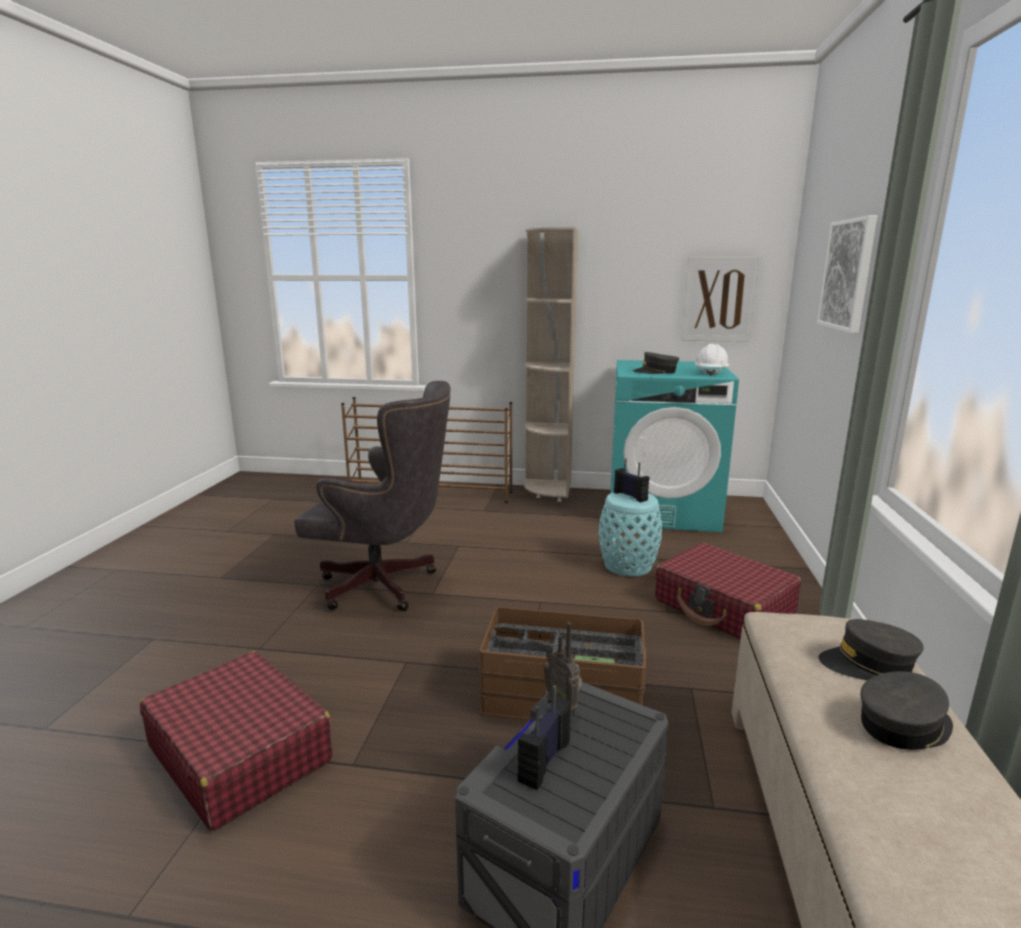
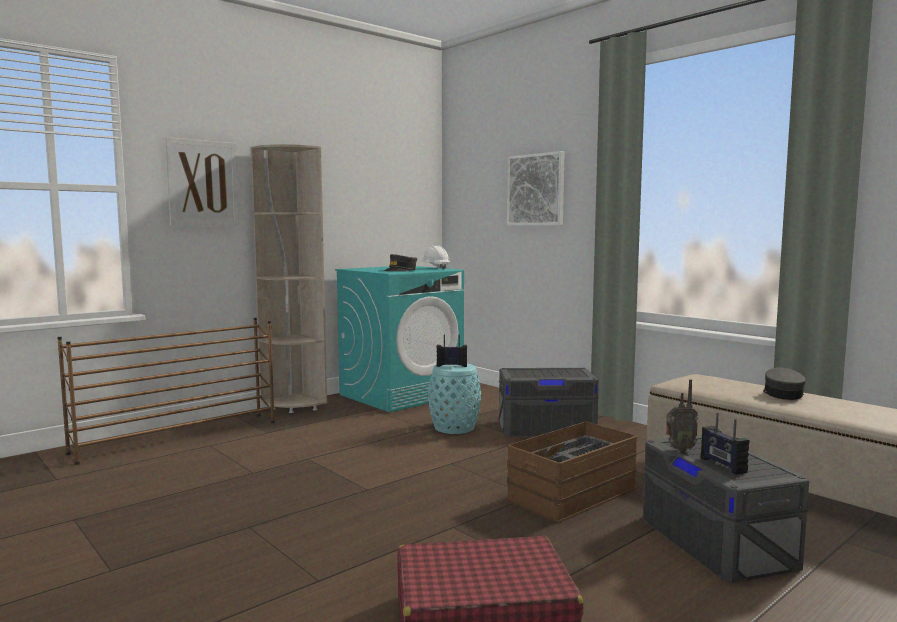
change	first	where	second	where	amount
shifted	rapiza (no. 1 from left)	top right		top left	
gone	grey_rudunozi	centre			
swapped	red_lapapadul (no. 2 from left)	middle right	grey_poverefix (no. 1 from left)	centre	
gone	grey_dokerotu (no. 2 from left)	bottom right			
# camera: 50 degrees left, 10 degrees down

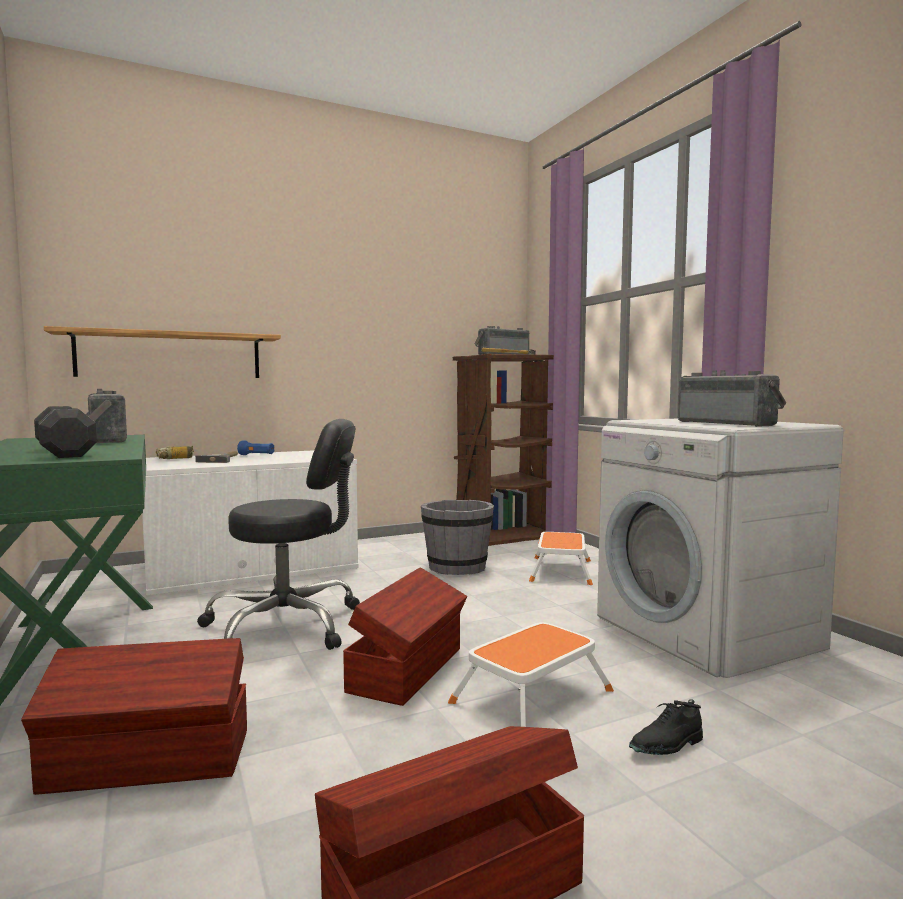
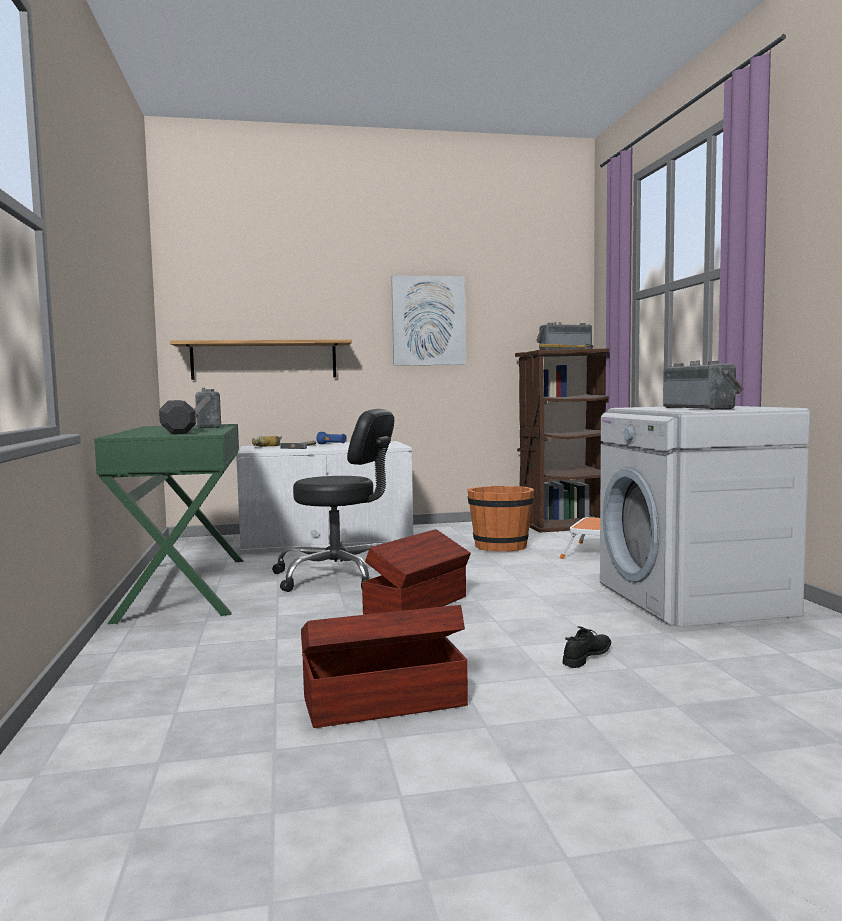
change	first	where	second	where	amount
repainted	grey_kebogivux	centre	orange_kebogivux	centre	
gone	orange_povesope (no. 1 from left)	bottom centre			
gone	brown_poverefix (no. 1 from left)	bottom left			
rotated	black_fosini	bottom right		bottom right	150 degrees clockwise
new			rapiza	centre	
# camera: 15 degrees right, 0 degrees up

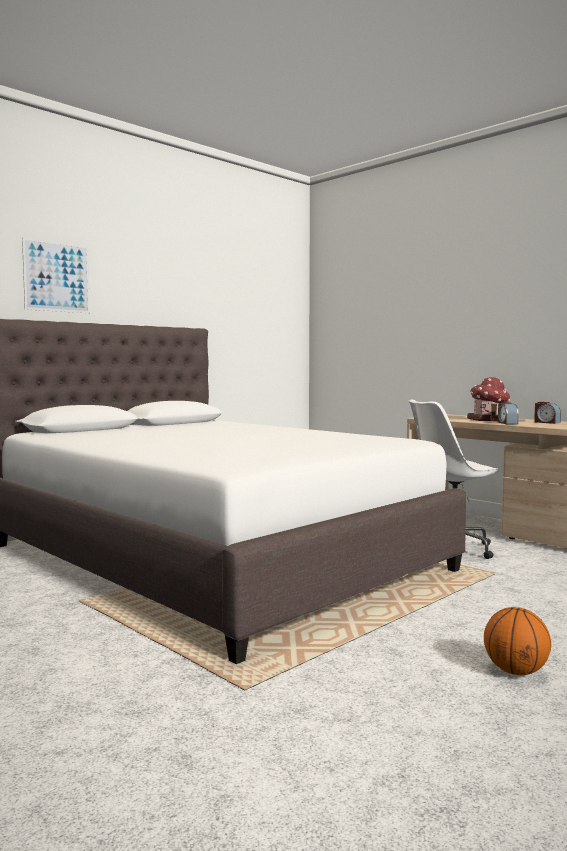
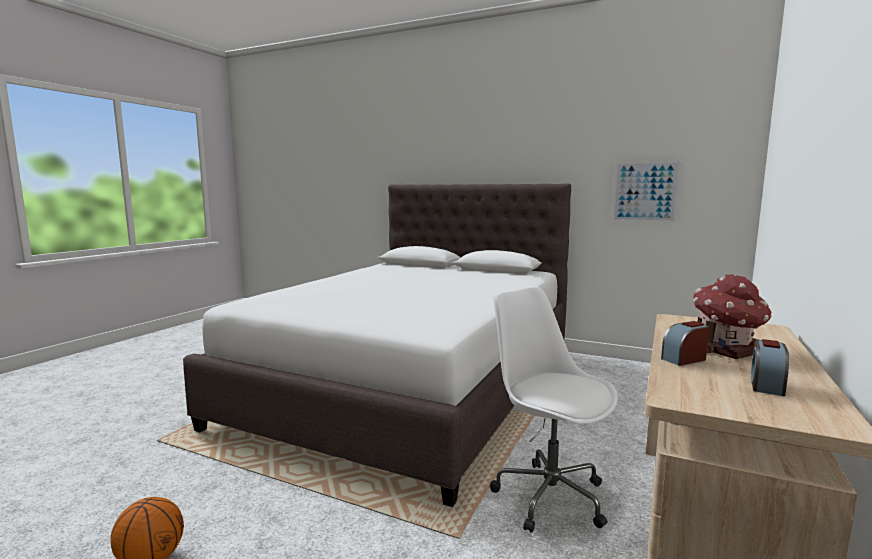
change	first	where	second	where	amount
shifted	rapiza	top left		middle right	
# camera: 70 degrees right, 5 degrees up

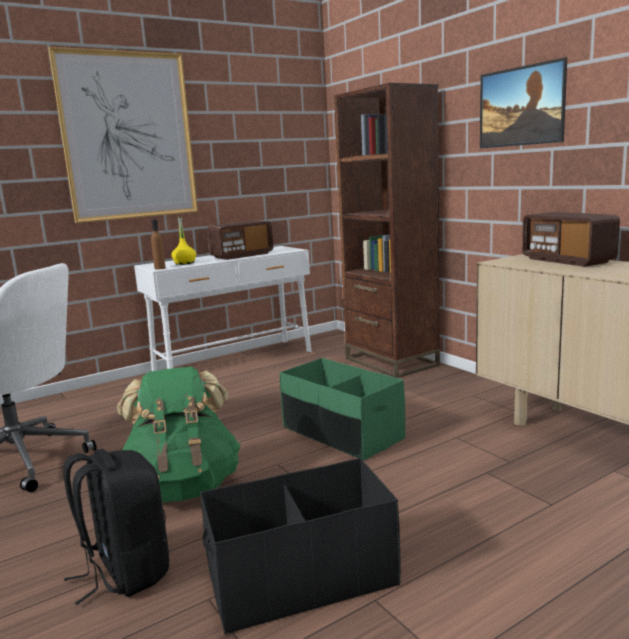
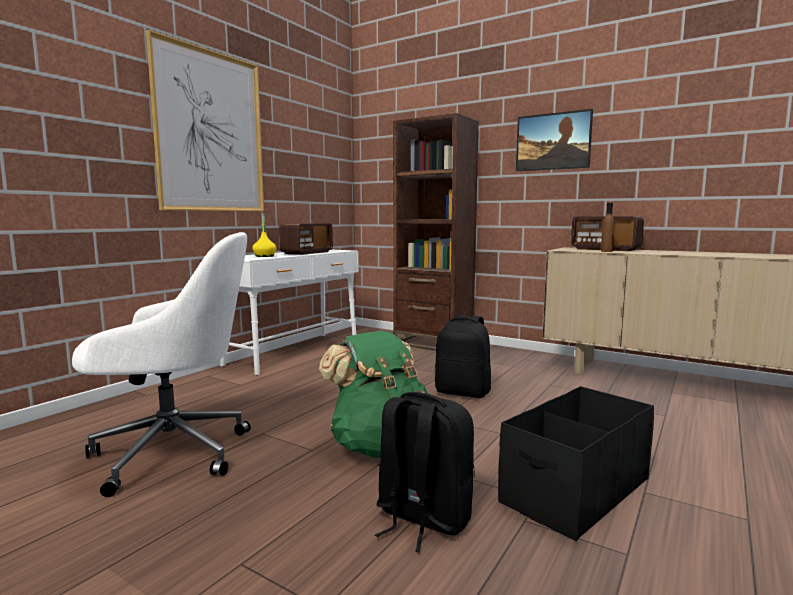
change	first	where	second	where	amount
shifted	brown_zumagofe	middle left		middle right	
swapped	green_poverefix	centre	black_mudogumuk (no. 2 from left)	centre	
# camera: 25 degrees left, 5 degrees down

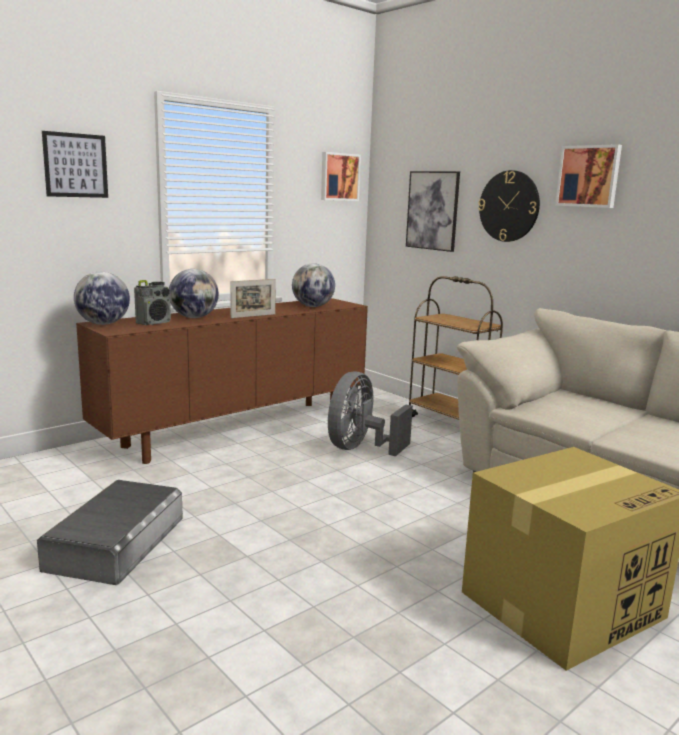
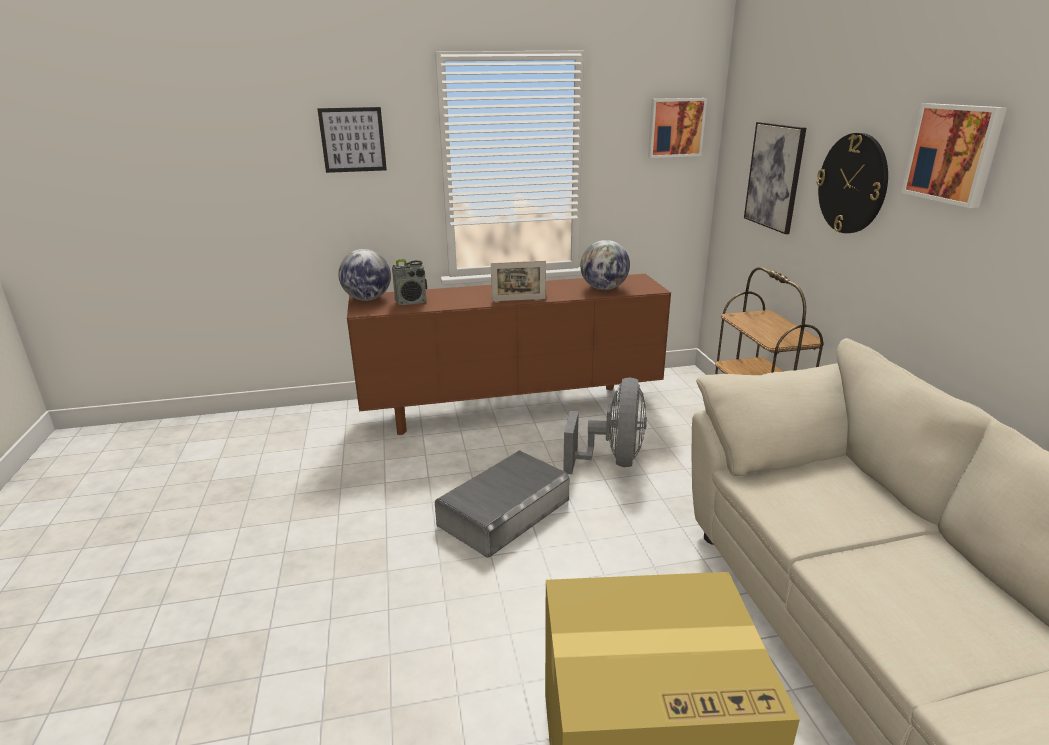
change	first	where	second	where	amount
gone	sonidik (no. 2 from left)	middle left			
rotated	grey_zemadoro	centre		centre	135 degrees clockwise
shifted	grey_poverefix	bottom left		bottom centre	
# camera: 30 degrees right, 10 degrees up

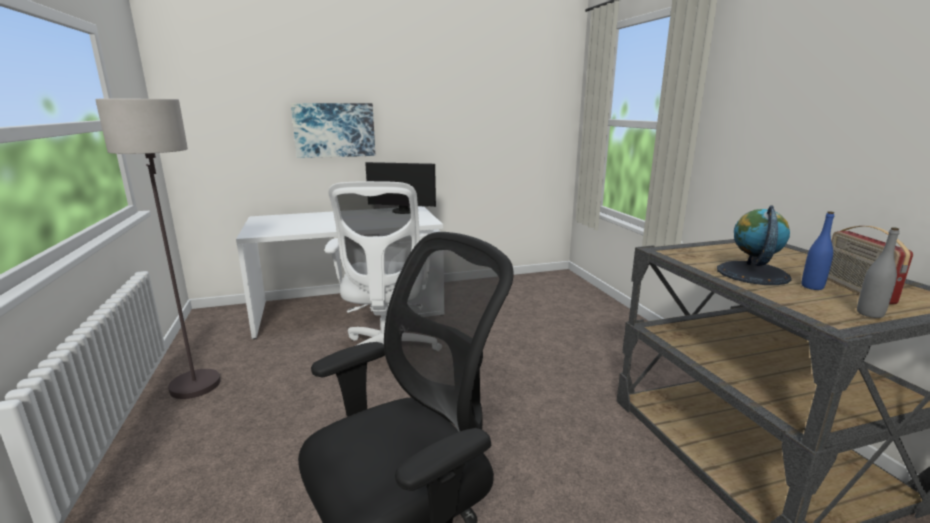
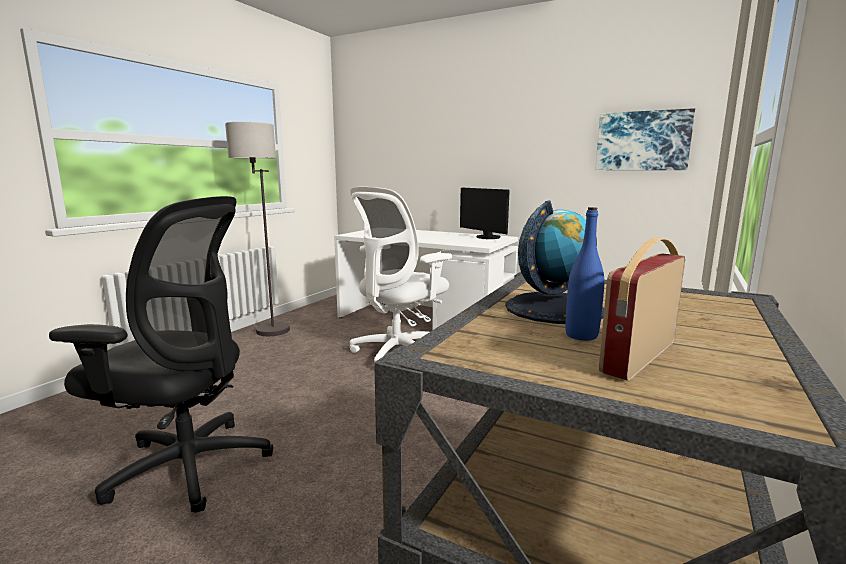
change	first	where	second	where	amount
shifted	rapiza	top centre		top right	
gone	grey_zumagofe	middle right			
# camera: 45 degrees right, 5 degrees down

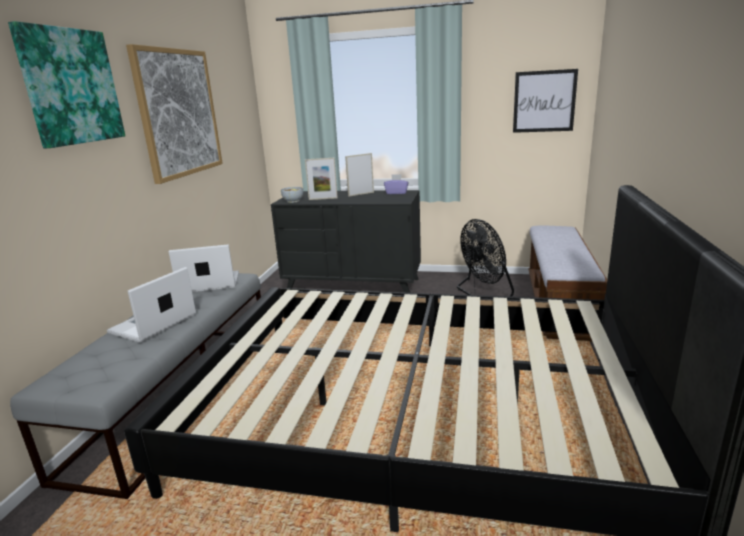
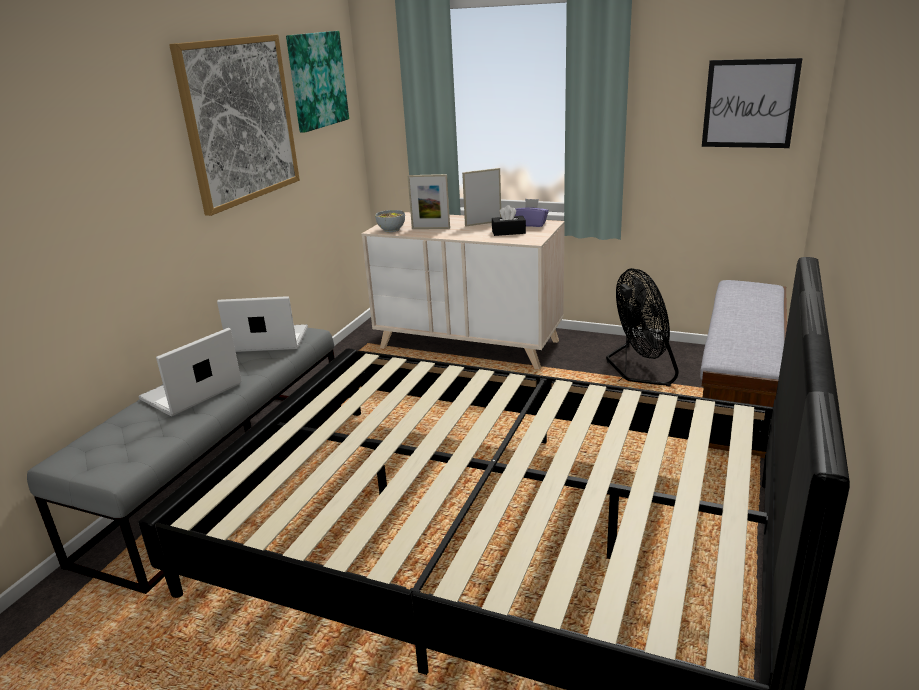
change	first	where	second	where	amount
shifted	rapiza (no. 1 from left in the first image)	top left	rapiza (no. 2 from left)	top centre	
repainted	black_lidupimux	centre	beige_lidupimux	centre	
new			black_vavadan	top centre	
# camera: 10 degrees right, 5 degrees up

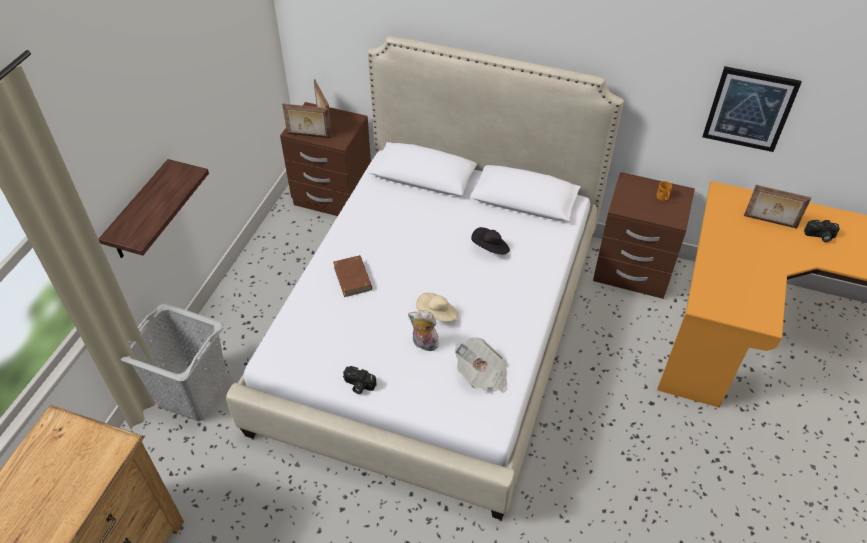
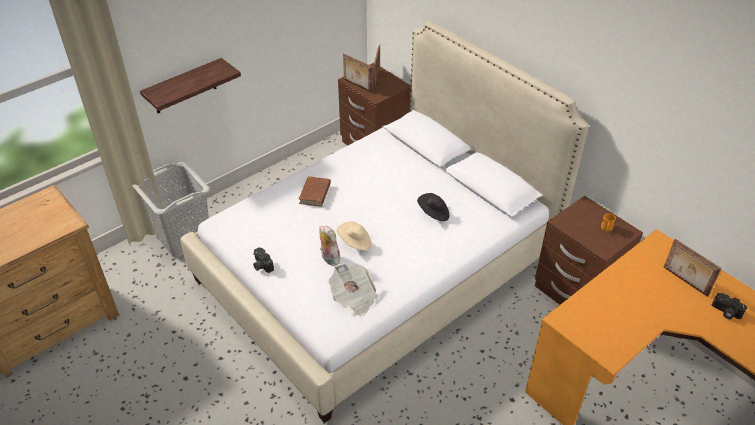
change	first	where	second	where	amount
gone	rapiza	top right			
# camera: 30 degrees right, 5 degrees down

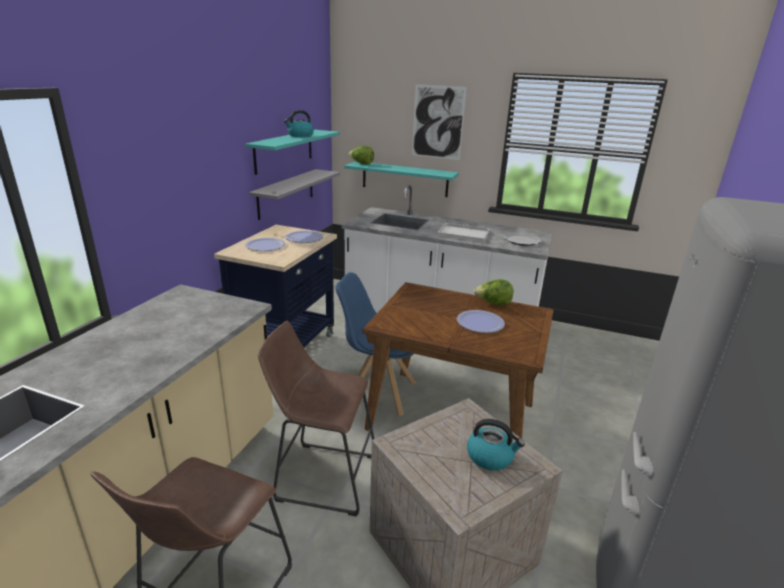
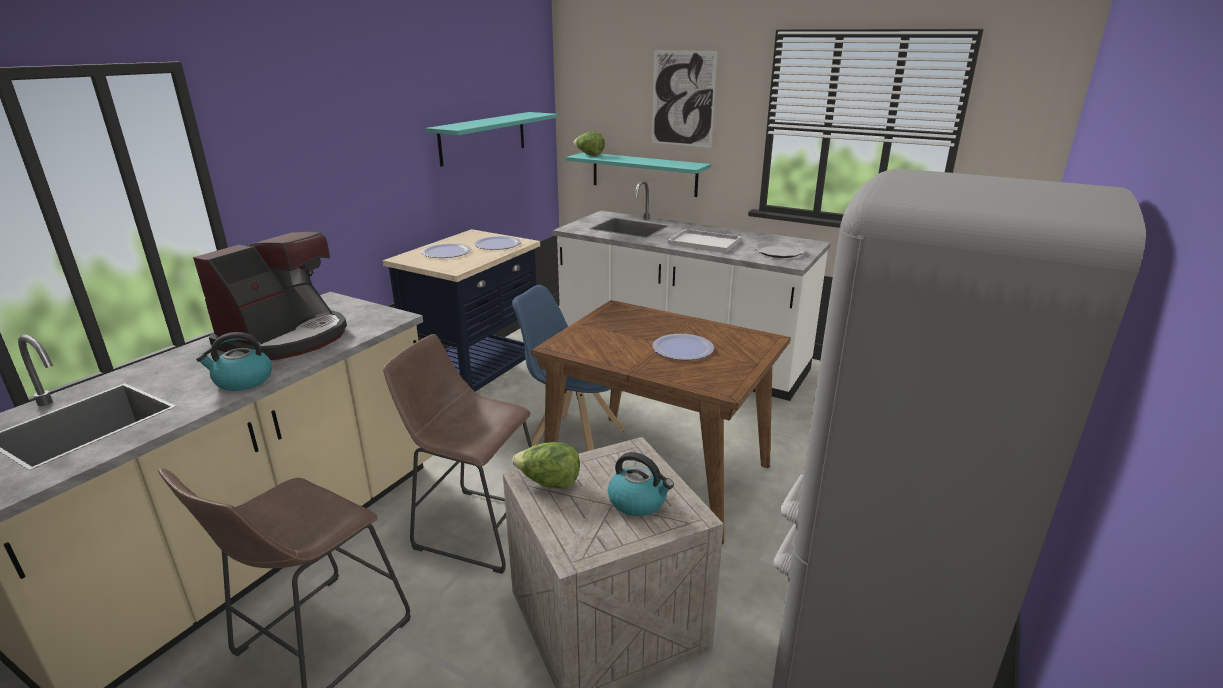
change	first	where	second	where	amount
shifted	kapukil (no. 1 from left)	top centre		middle left	
gone	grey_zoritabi	top centre			
shifted	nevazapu (no. 2 from left in the first image)	centre	nevazapu (no. 1 from left)	bottom centre	
new			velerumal	middle left	
# camera: 10 degrees right, 0 degrees up

